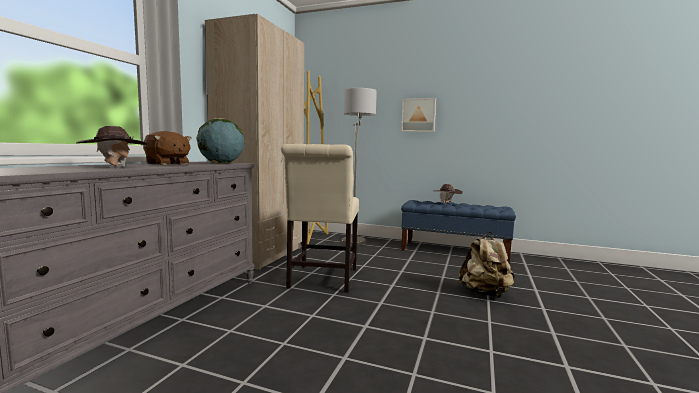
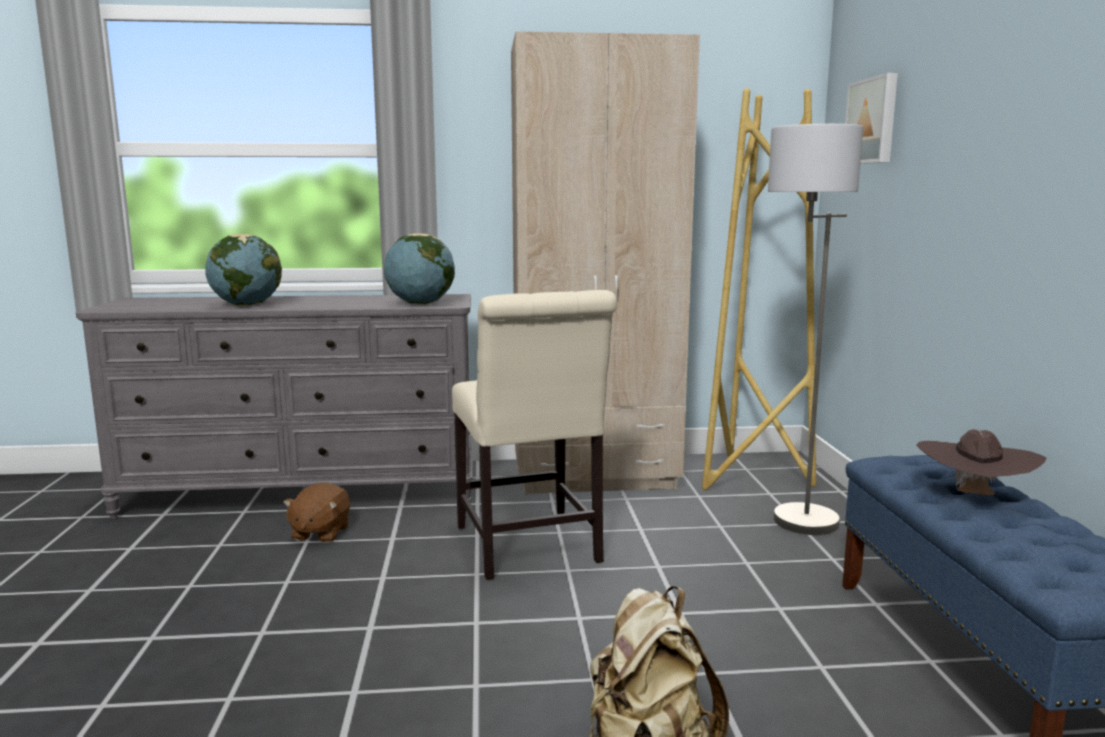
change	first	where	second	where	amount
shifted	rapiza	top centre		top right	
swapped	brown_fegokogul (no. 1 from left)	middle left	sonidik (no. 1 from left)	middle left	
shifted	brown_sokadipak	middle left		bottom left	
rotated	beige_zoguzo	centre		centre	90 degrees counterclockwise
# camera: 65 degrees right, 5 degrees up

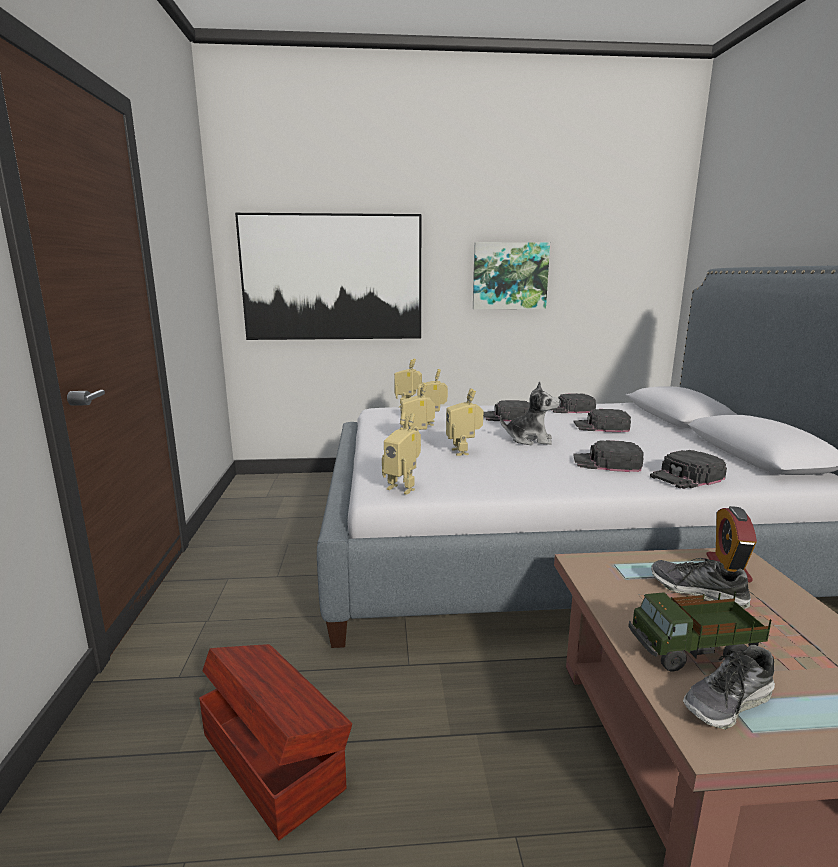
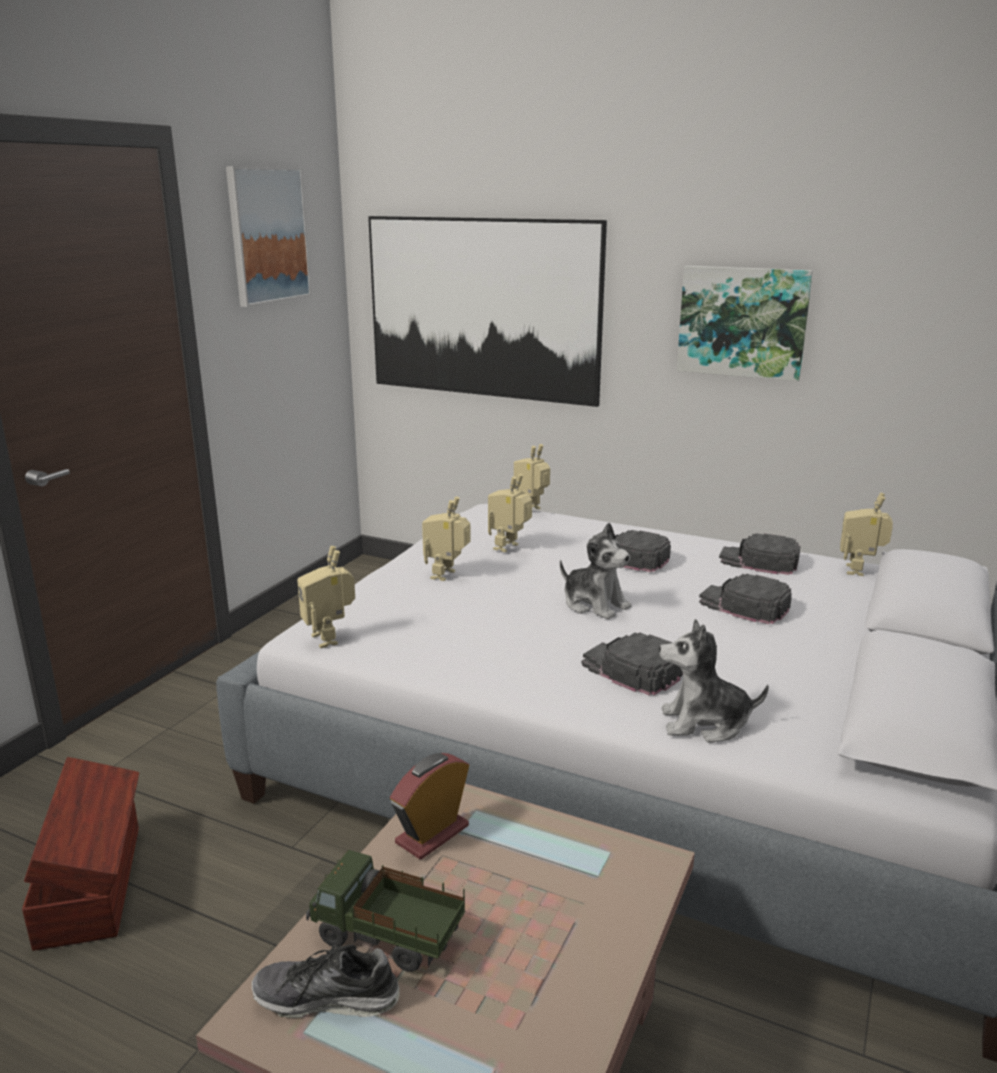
change	first	where	second	where	amount
shifted	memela (no. 5 from left)	centre		middle right	
swapped	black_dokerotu (no. 5 from left)	middle right	sokadipak (no. 2 from left)	middle right	
shifted	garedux	middle right		bottom centre	
gone	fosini (no. 1 from left)	bottom right			
new			rapiza (no. 1 from left)	top left	
# camera: 30 degrees right, 5 degrees up

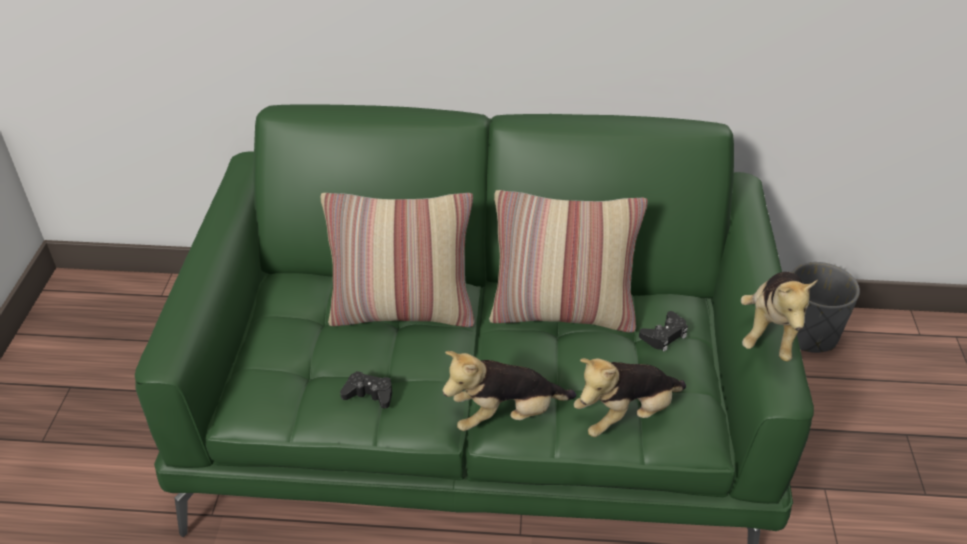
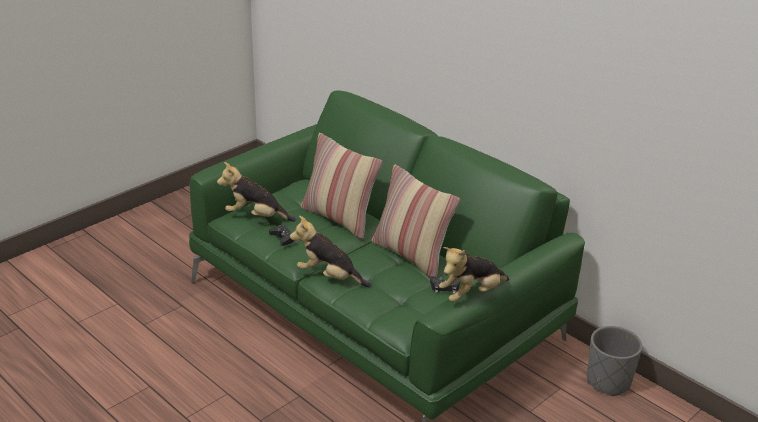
change	first	where	second	where	amount
shifted	sokadipak (no. 2 from left in the first image)	bottom centre	sokadipak (no. 1 from left)	centre	
# camera: 40 degrees right, 10 degrees down

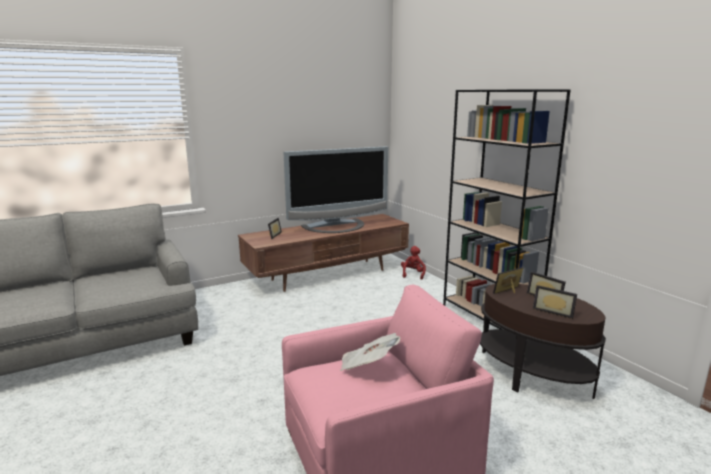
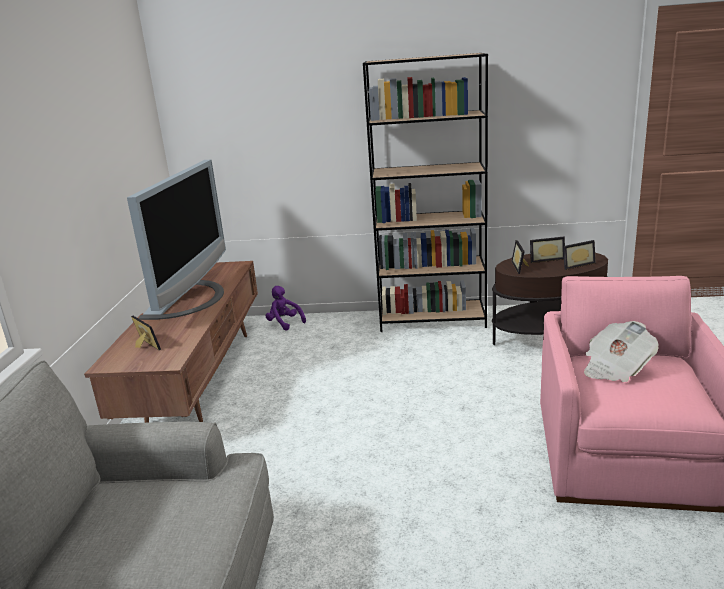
change	first	where	second	where	amount
repainted	red_sokadipak	centre	purple_sokadipak	centre	
# camera: 55 degrees left, 5 degrees up

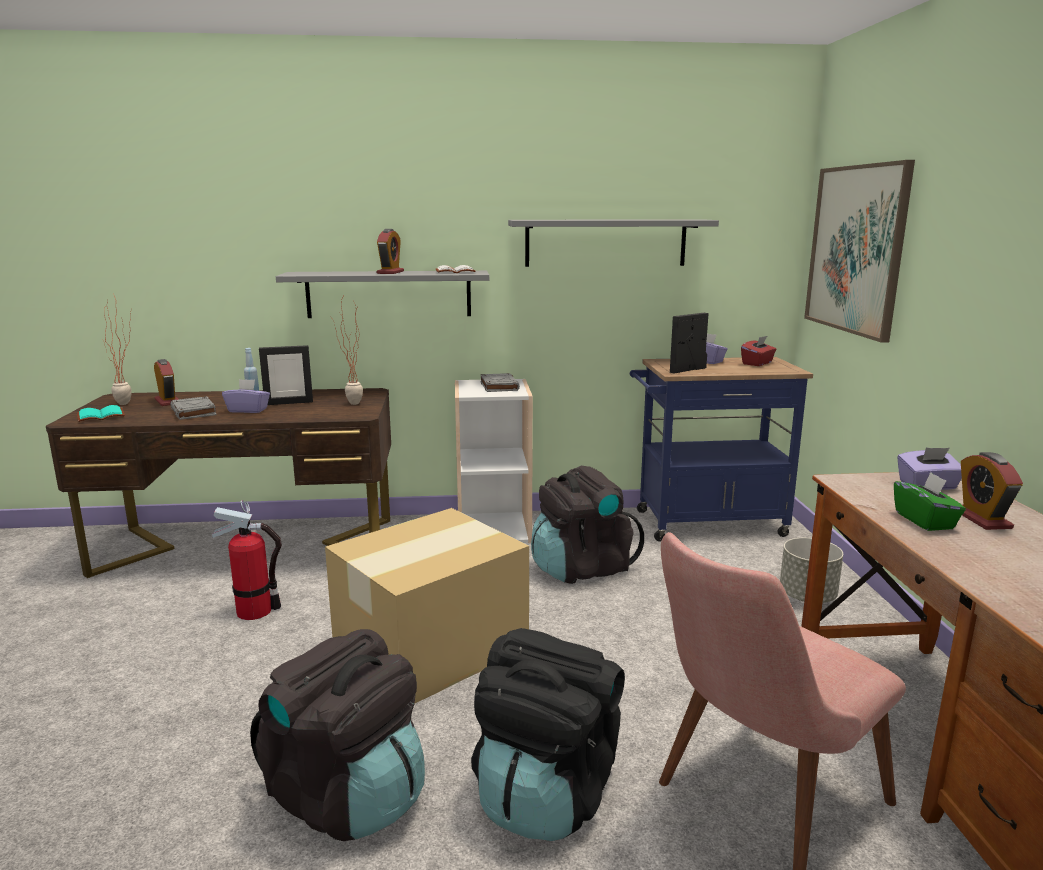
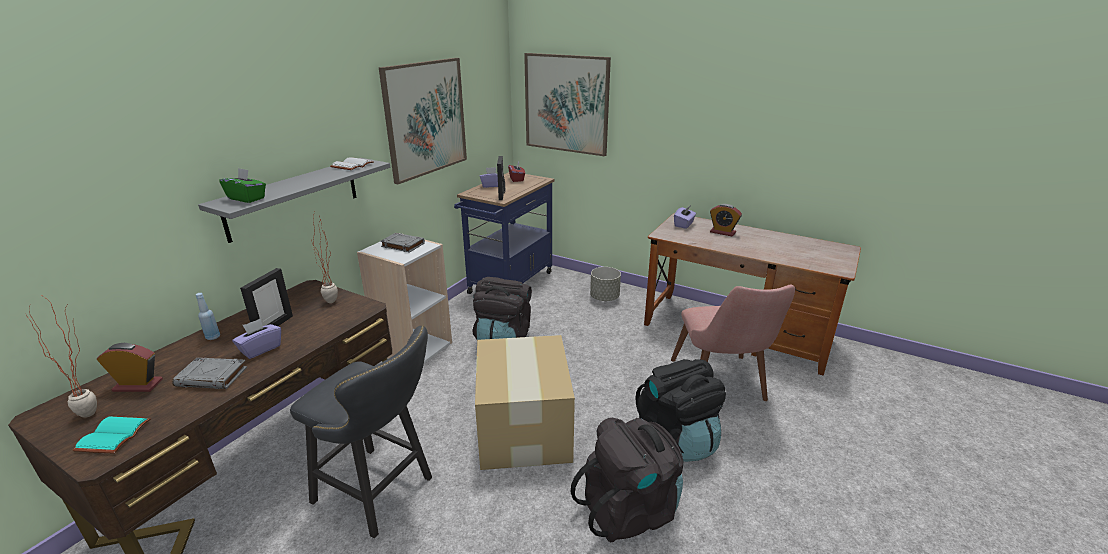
change	first	where	second	where	amount
swapped	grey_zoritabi (no. 2 from left)	top centre	rapiza (no. 1 from left)	top centre	
gone	garedux (no. 2 from left)	top centre			
shifted	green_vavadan	middle right		middle left	
swapped	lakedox	middle left	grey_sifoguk	bottom left	
# camera: 55 degrees left, 10 degrees up

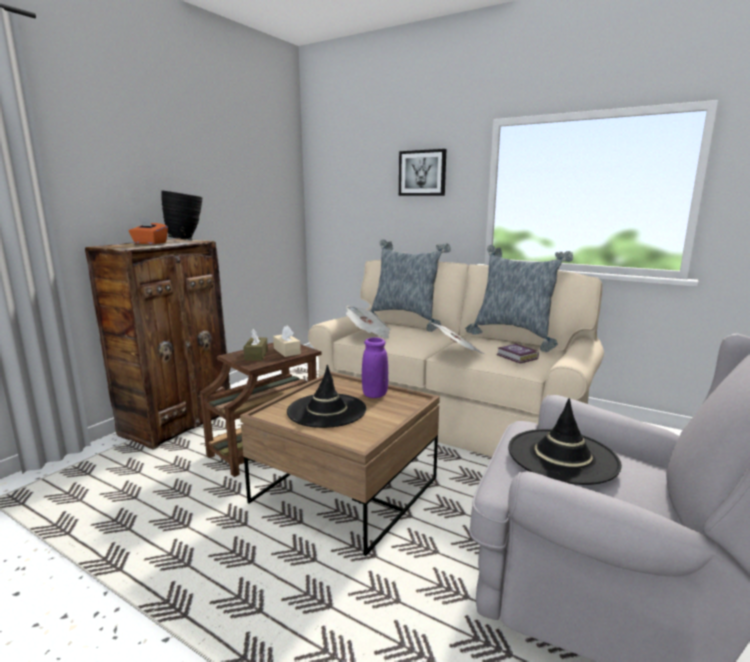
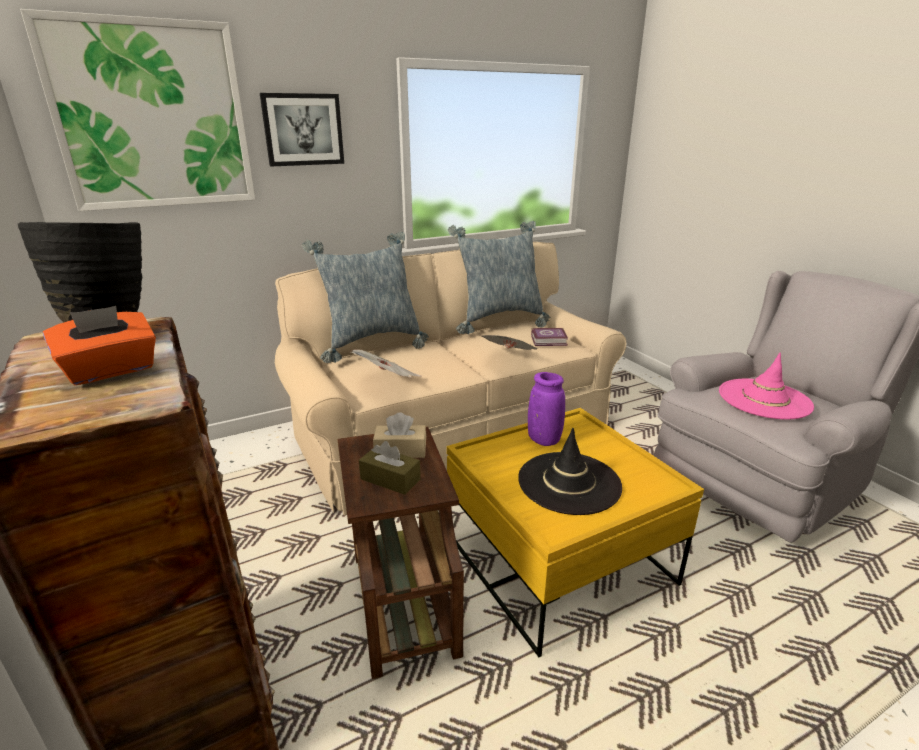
change	first	where	second	where	amount
repainted	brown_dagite	bottom centre	yellow_dagite	bottom centre	
repainted	black_fegokogul (no. 2 from left)	middle right	pink_fegokogul	middle right	
new			rapiza (no. 1 from left)	top left	
# camera: 60 degrees left, 10 degrees up

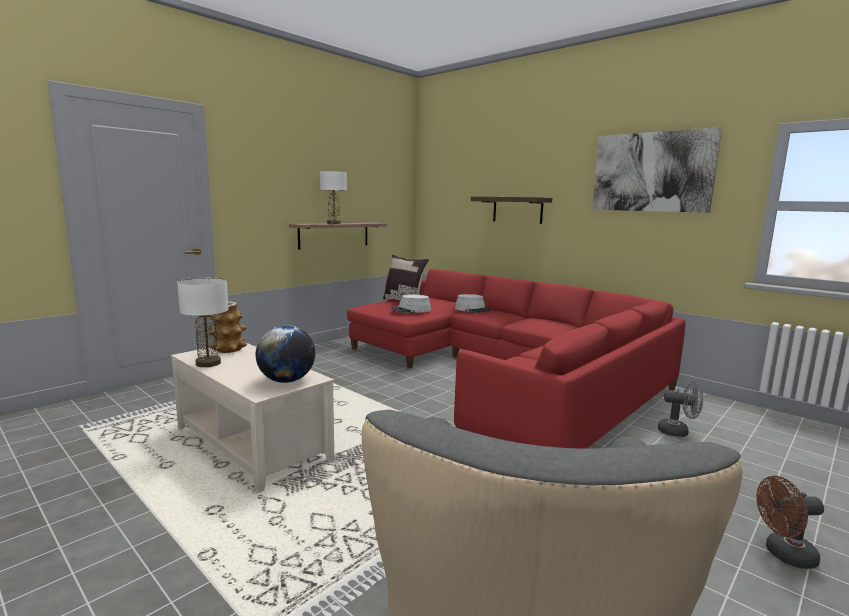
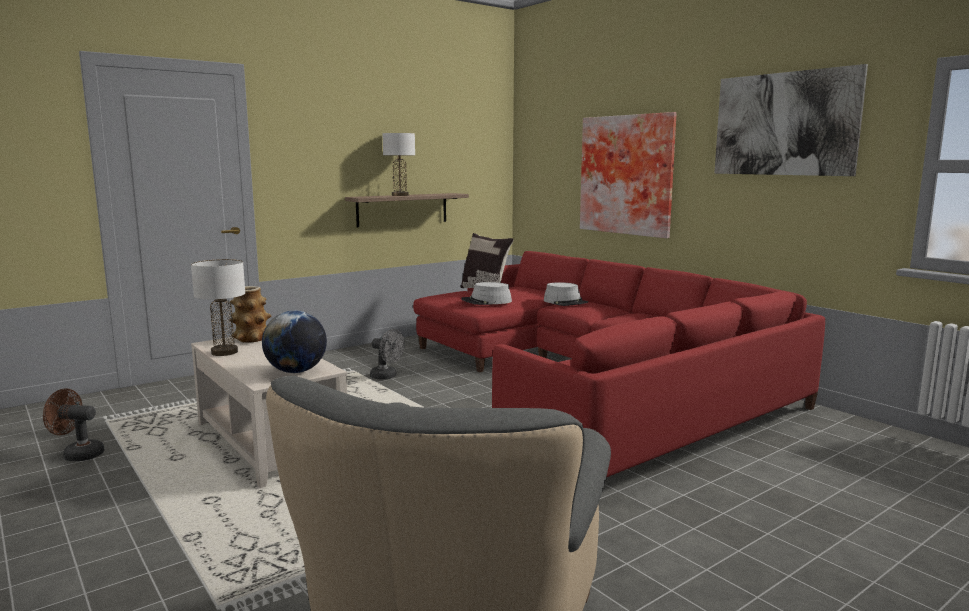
change	first	where	second	where	amount
swapped	zoritabi (no. 2 from left)	centre	rapiza (no. 1 from left)	top centre	
shifted	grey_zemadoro	middle right		centre	
shifted	brown_zemadoro	bottom right		bottom left	
# camera: 10 degrees right, 0 degrees up

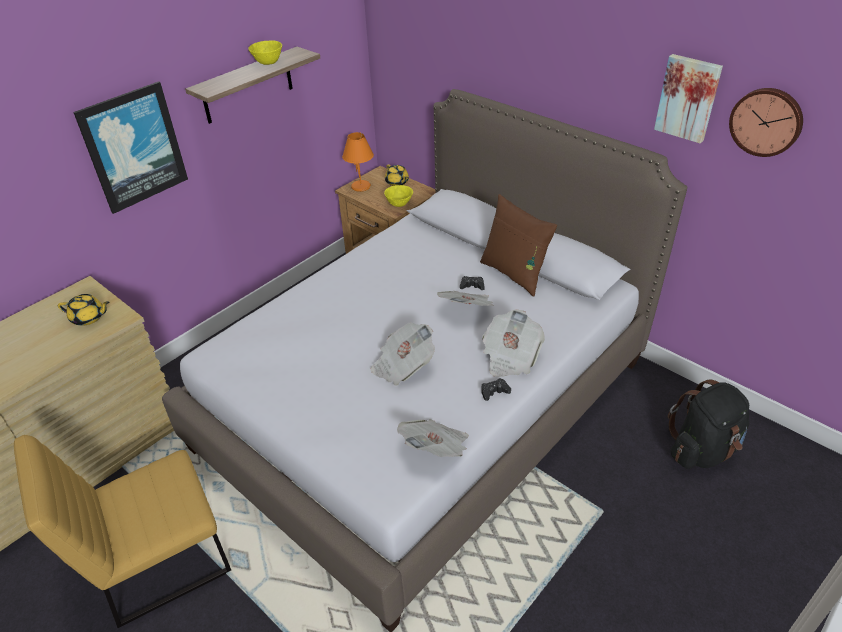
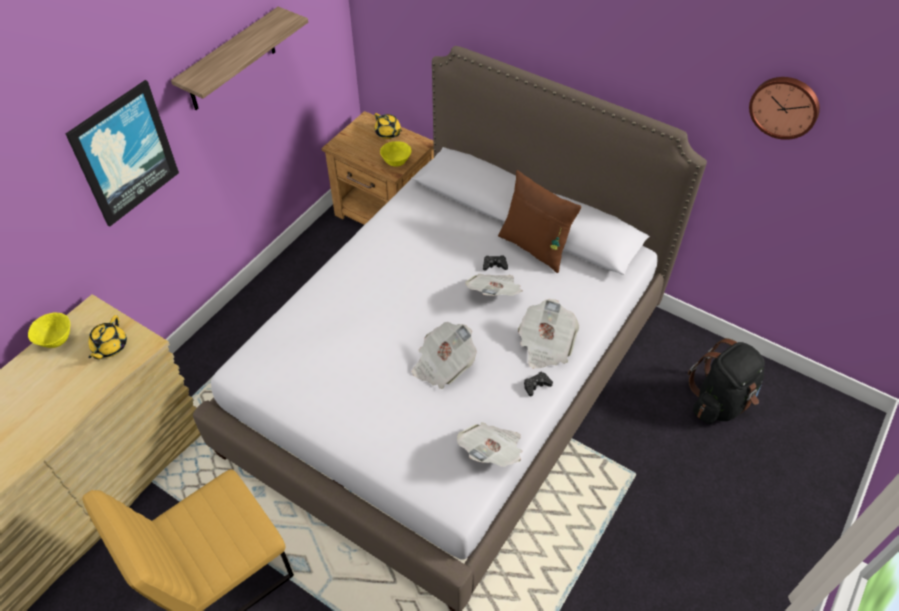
change	first	where	second	where	amount
shifted	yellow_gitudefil (no. 1 from left)	top left		middle left	
gone	rapiza (no. 2 from left)	top right			
gone	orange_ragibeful	top centre			
rotated	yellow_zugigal (no. 1 from left)	middle left		middle left	105 degrees clockwise
# camera: 10 degrees left, 10 degrees up

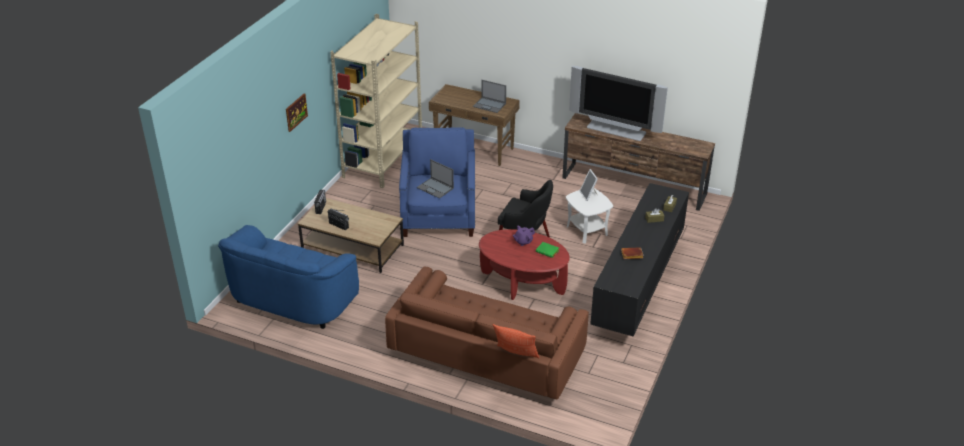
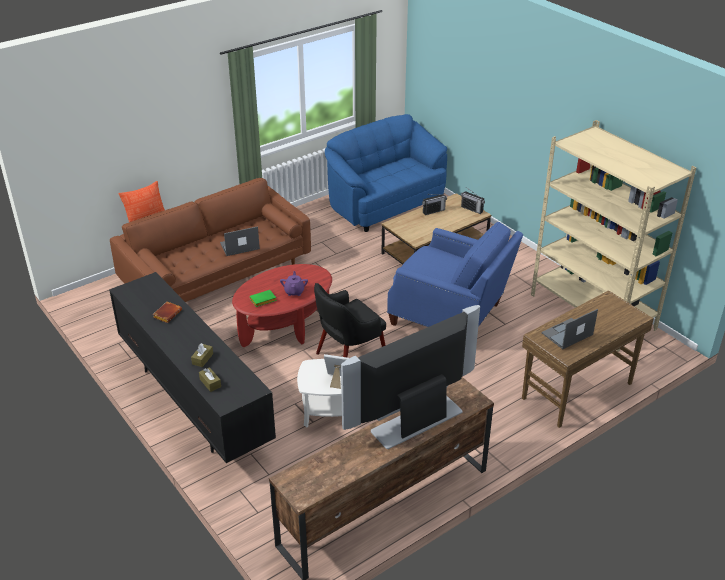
change	first	where	second	where	amount
gone	rapiza	top left			
shifted	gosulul (no. 1 from left)	centre		middle left	
# camera: 120 degrees right, 0 degrees up

